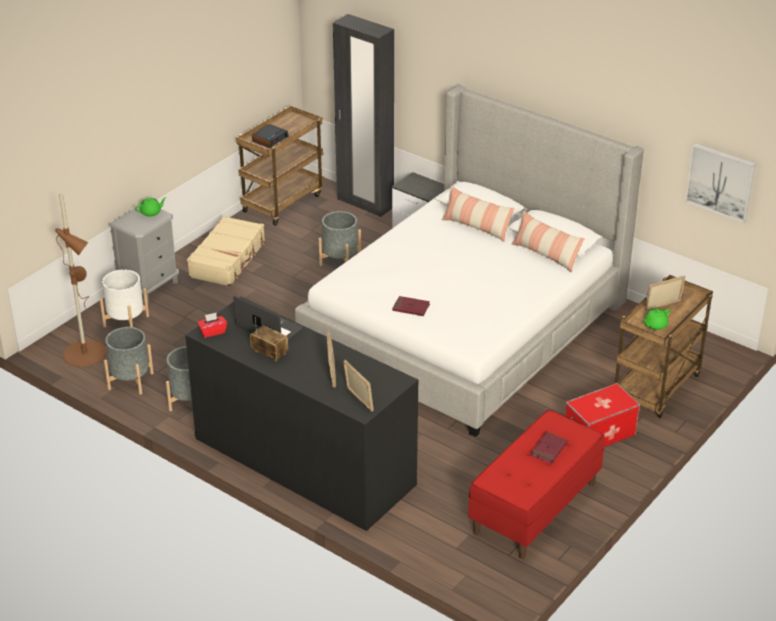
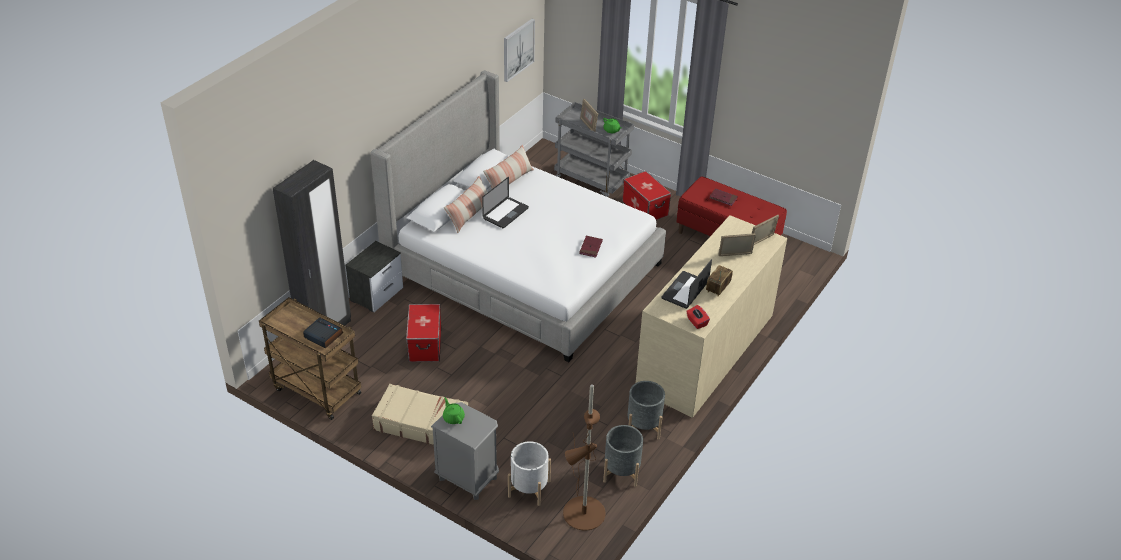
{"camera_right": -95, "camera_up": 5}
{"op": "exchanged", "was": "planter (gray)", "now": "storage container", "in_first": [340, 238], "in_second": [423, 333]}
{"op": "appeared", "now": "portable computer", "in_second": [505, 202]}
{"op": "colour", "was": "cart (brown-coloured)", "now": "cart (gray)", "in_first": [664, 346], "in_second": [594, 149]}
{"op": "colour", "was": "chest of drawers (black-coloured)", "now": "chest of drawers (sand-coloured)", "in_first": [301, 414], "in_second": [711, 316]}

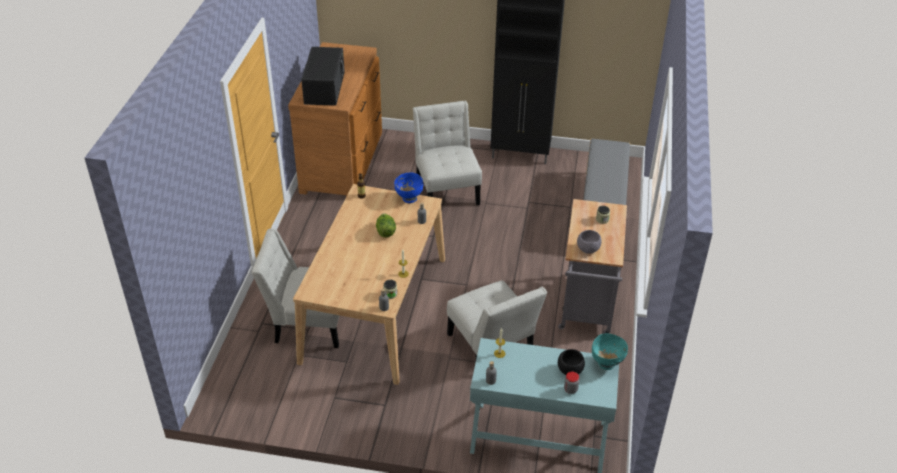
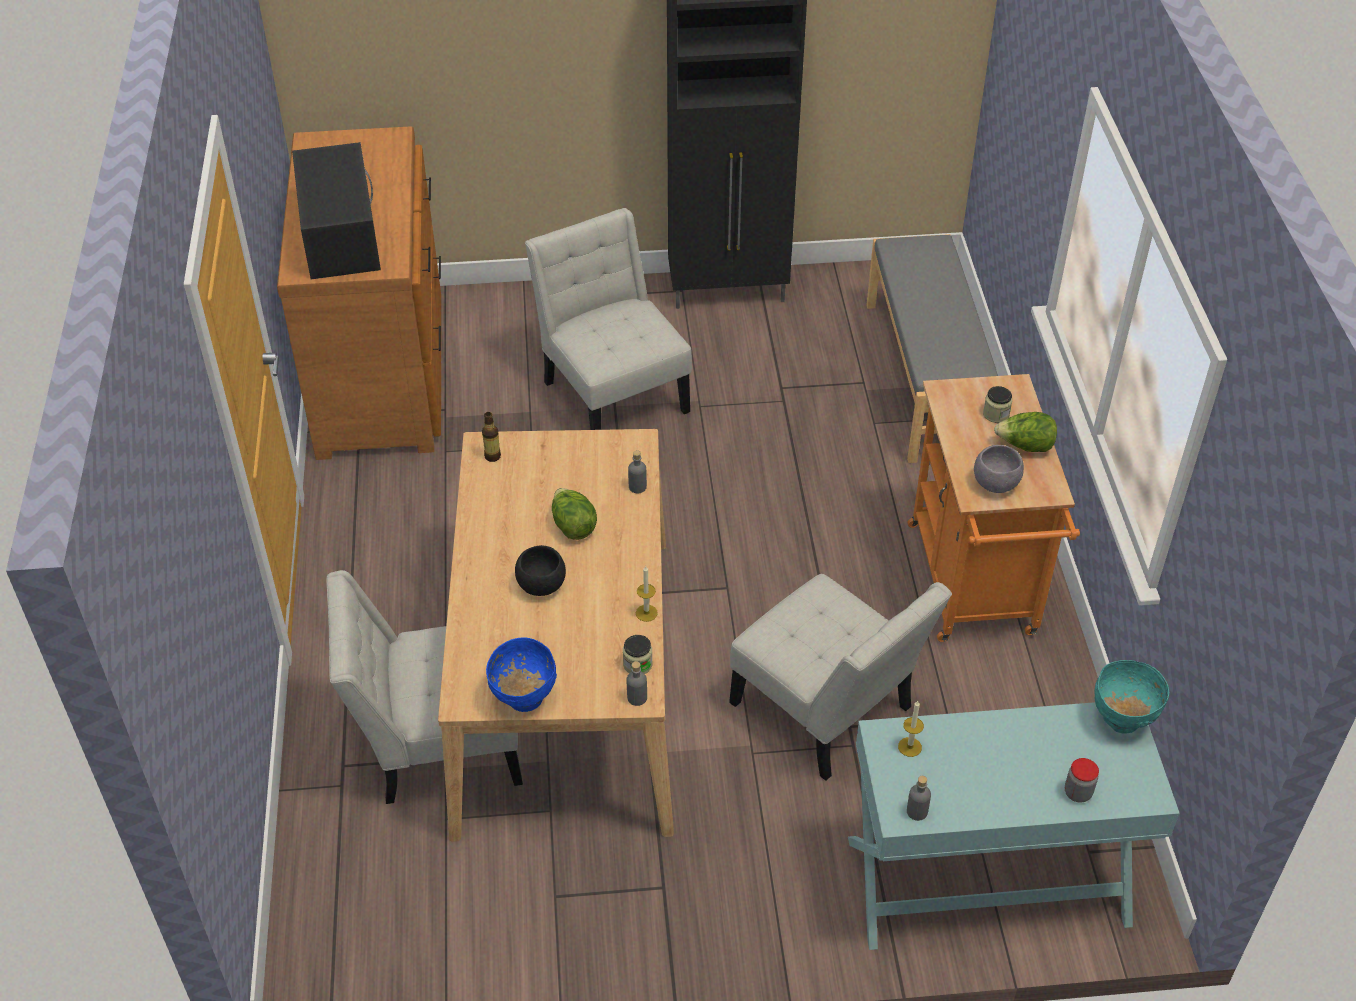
{"camera_right": -15, "camera_up": 5}
{"op": "relocated", "was": "bowl (blue)", "in_first": [408, 188], "in_second": [521, 675]}
{"op": "relocated", "was": "bowl (black-coloured)", "in_first": [571, 362], "in_second": [540, 570]}
{"op": "colour", "was": "cart (gray)", "now": "cart (orange)", "in_first": [592, 266], "in_second": [994, 508]}
{"op": "appeared", "now": "lettuce head", "in_second": [1025, 432]}

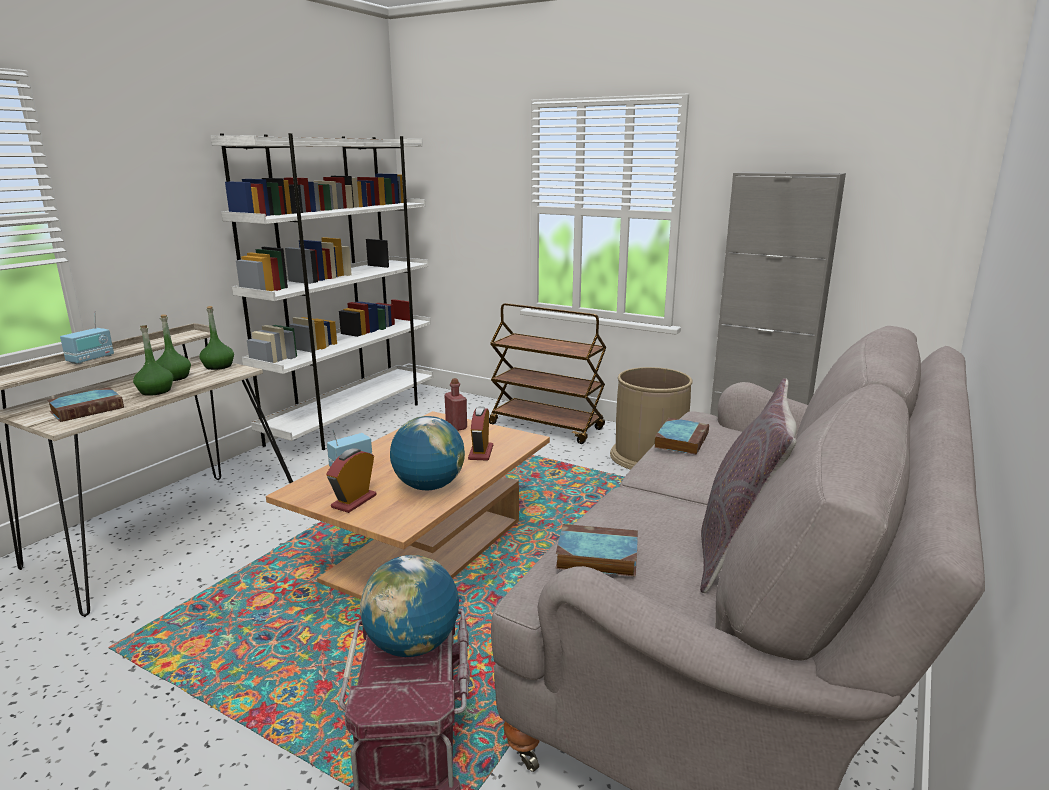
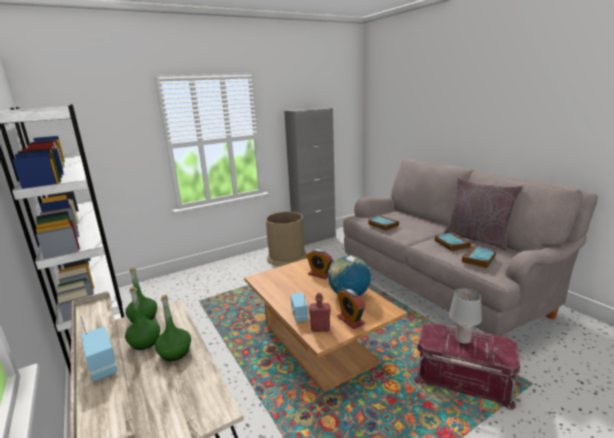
{"camera_right": -60, "camera_up": 0}
{"op": "relocated", "was": "beverage bottle (red-coloured)", "in_first": [456, 404], "in_second": [320, 312]}
{"op": "relocated", "was": "book", "in_first": [85, 404], "in_second": [453, 241]}
{"op": "exchanged", "was": "world globe", "now": "table lamp (gray)", "in_first": [409, 606], "in_second": [465, 316]}
{"op": "missing", "was": "cart (brown-coloured)", "in_first": [547, 373]}

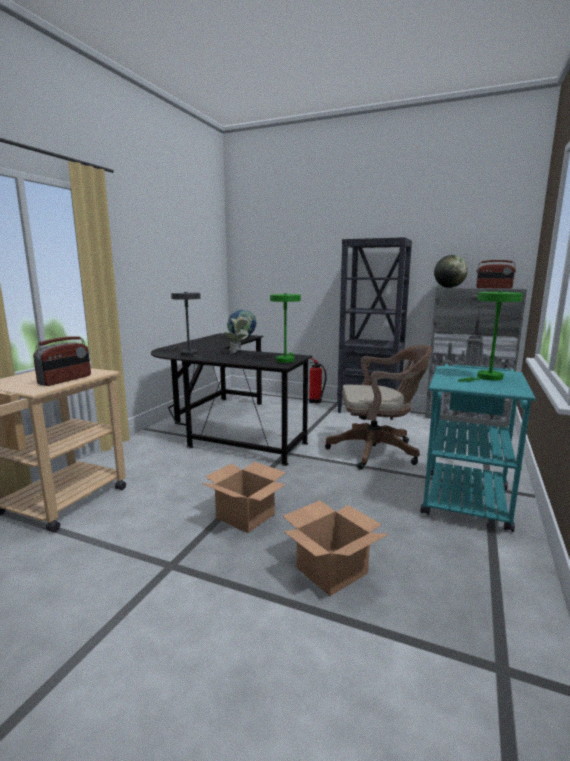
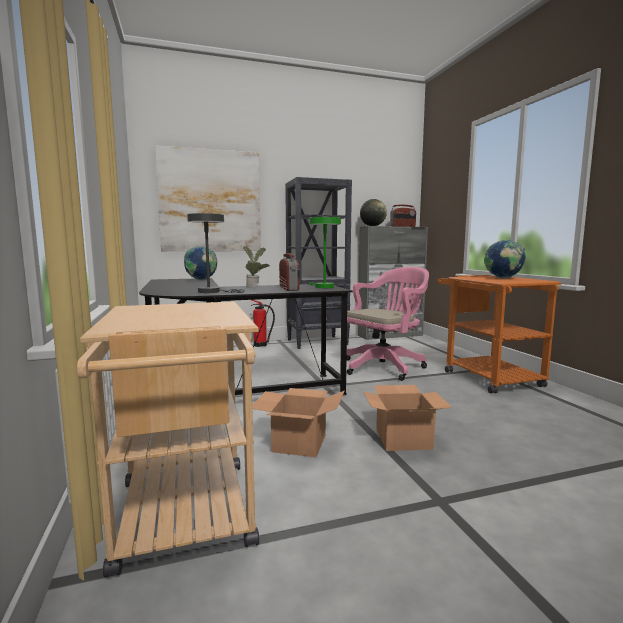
{"camera_right": -40, "camera_up": -5}
{"op": "appeared", "now": "wall picture", "in_second": [208, 198]}
{"op": "relocated", "was": "cardboard box", "in_first": [335, 548], "in_second": [298, 422]}
{"op": "relocated", "was": "radio", "in_first": [62, 361], "in_second": [289, 272]}
{"op": "colour", "was": "computer chair (brown-coloured)", "now": "computer chair (pinkish)", "in_first": [378, 407], "in_second": [387, 324]}
{"op": "colour", "was": "cart (blue-green)", "now": "cart (orange)", "in_first": [478, 448], "in_second": [499, 334]}
{"op": "exchanged", "was": "table lamp (greenish)", "now": "world globe", "in_first": [490, 336], "in_second": [505, 259]}

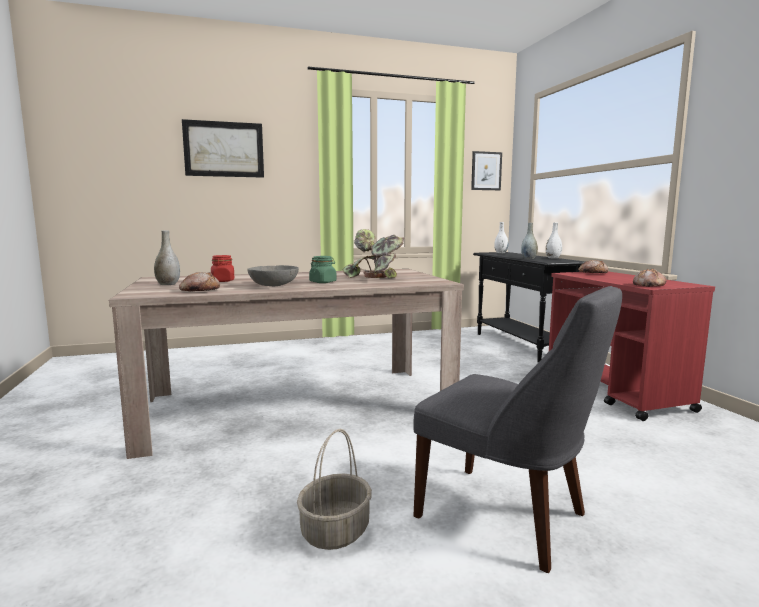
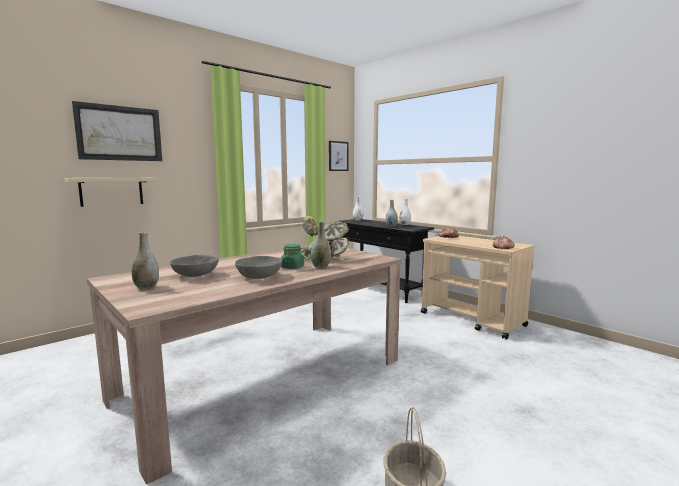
{"camera_right": -25, "camera_up": 0}
{"op": "appeared", "now": "shelf (sand-coloured)", "in_second": [111, 192]}
{"op": "exchanged", "was": "preserve jar (red-coloured)", "now": "bowl (gray)", "in_first": [222, 268], "in_second": [194, 266]}
{"op": "appeared", "now": "flower vase (gray)", "in_second": [321, 244]}
{"op": "colour", "was": "cart (red-coloured)", "now": "cart (sand-coloured)", "in_first": [632, 346], "in_second": [478, 288]}
{"op": "missing", "was": "baked bread", "in_first": [199, 282]}
{"op": "missing", "was": "upright chair (gray)", "in_first": [517, 429]}

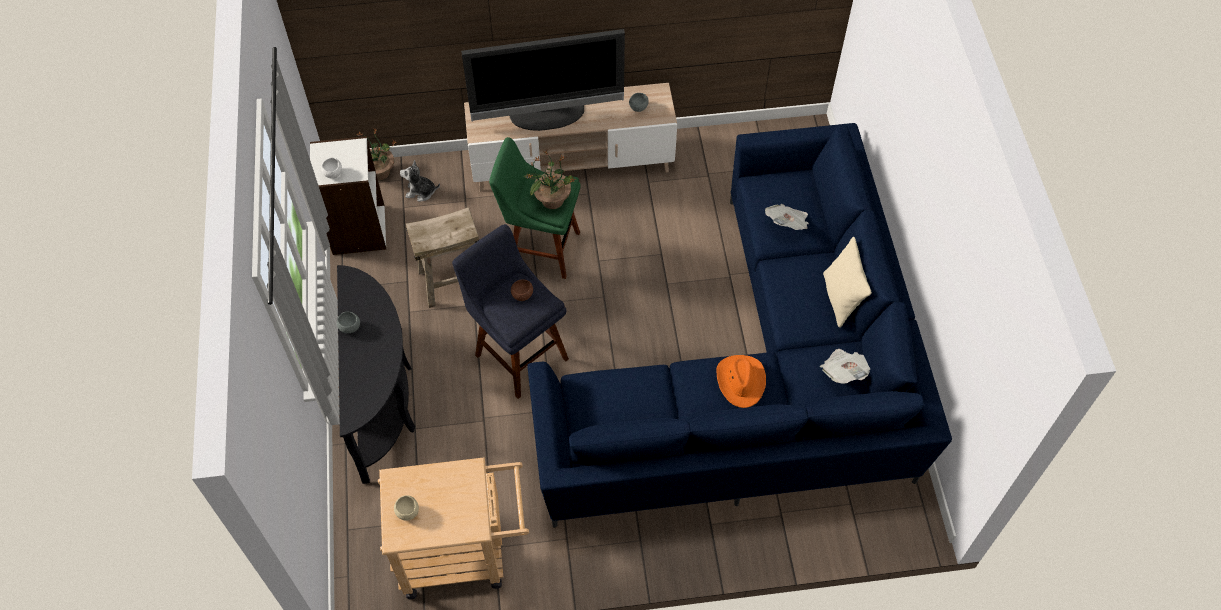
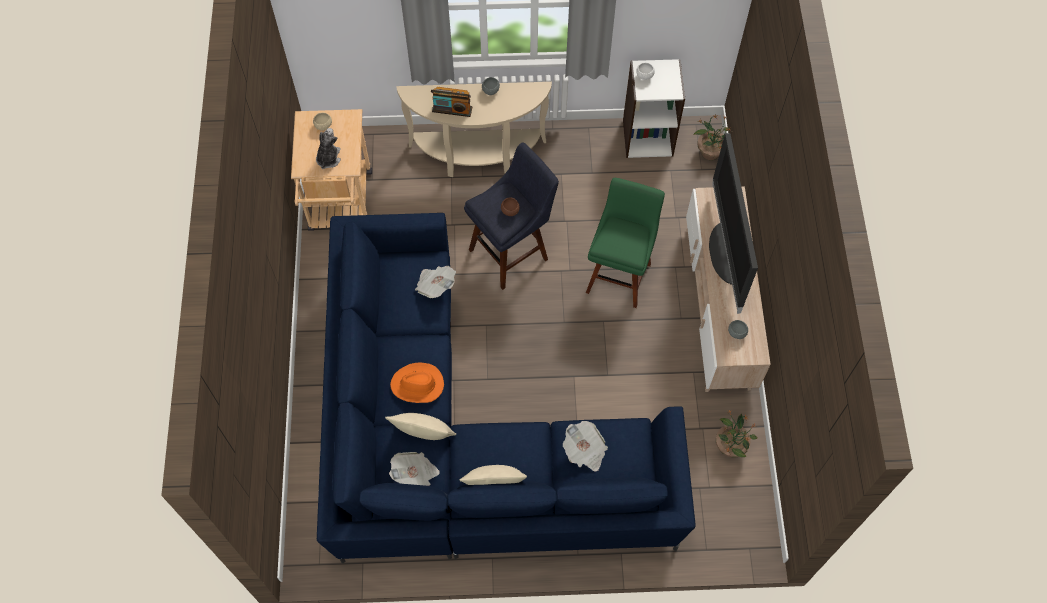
{"camera_right": 95, "camera_up": 5}
{"op": "relocated", "was": "cuddly toy", "in_first": [420, 181], "in_second": [328, 148]}
{"op": "appeared", "now": "pillow (sand-coloured)", "in_second": [420, 426]}
{"op": "colour", "was": "narrow table (black-coloured)", "now": "narrow table (sand-coloured)", "in_first": [376, 374], "in_second": [474, 129]}
{"op": "appeared", "now": "daily paper", "in_second": [435, 282]}
{"op": "appeared", "now": "radio", "in_second": [451, 102]}
{"op": "relocated", "was": "plant in a pot", "in_first": [549, 179], "in_second": [737, 433]}
{"op": "missing", "was": "sitting stool (sand-coloured)", "in_first": [443, 257]}

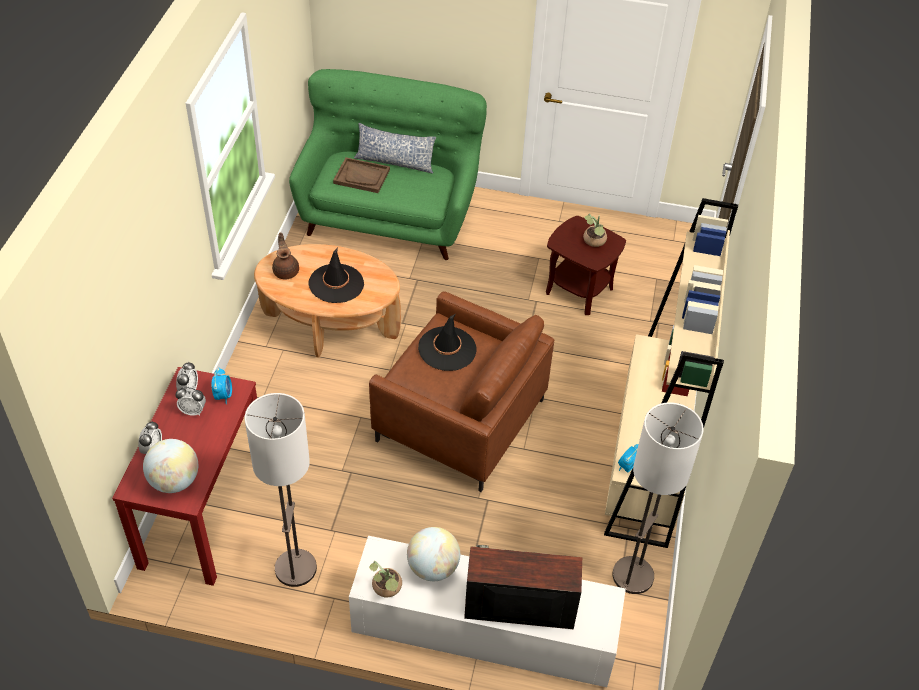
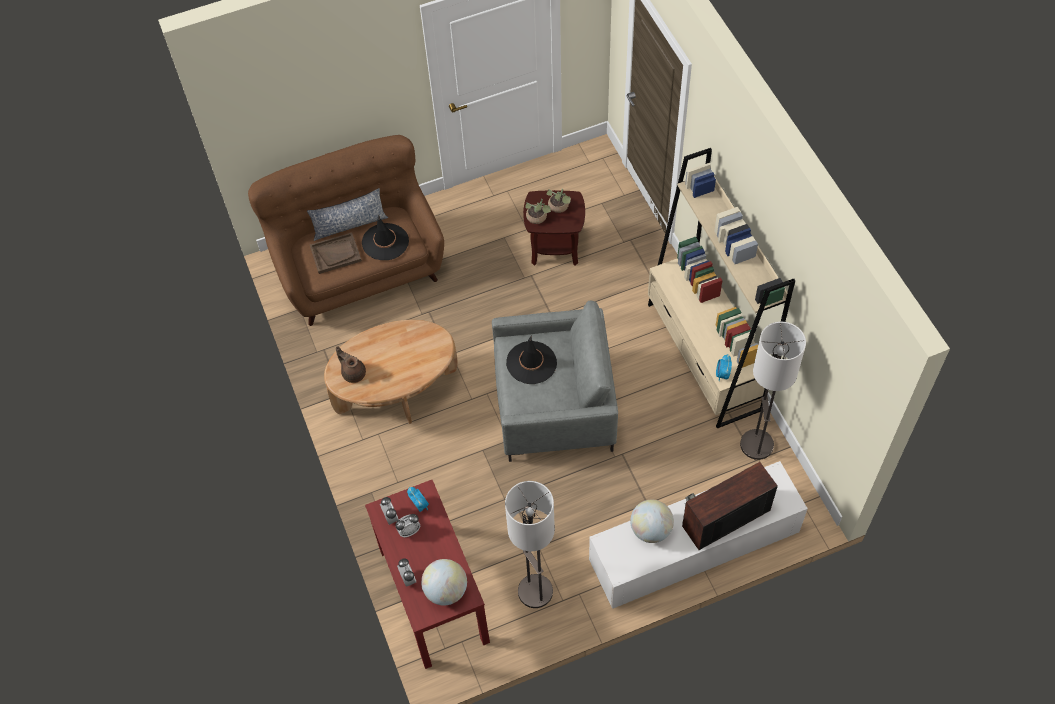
{"camera_right": -30, "camera_up": 10}
{"op": "colour", "was": "sofa (greenish)", "now": "sofa (brown-coloured)", "in_first": [388, 164], "in_second": [346, 230]}
{"op": "relocated", "was": "wearable hat (black-coloured)", "in_first": [336, 275], "in_second": [385, 237]}
{"op": "colour", "was": "armchair (brown-coloured)", "now": "armchair (gray)", "in_first": [461, 391], "in_second": [555, 381]}
{"op": "relocated", "was": "plant in a pot", "in_first": [385, 579], "in_second": [538, 211]}

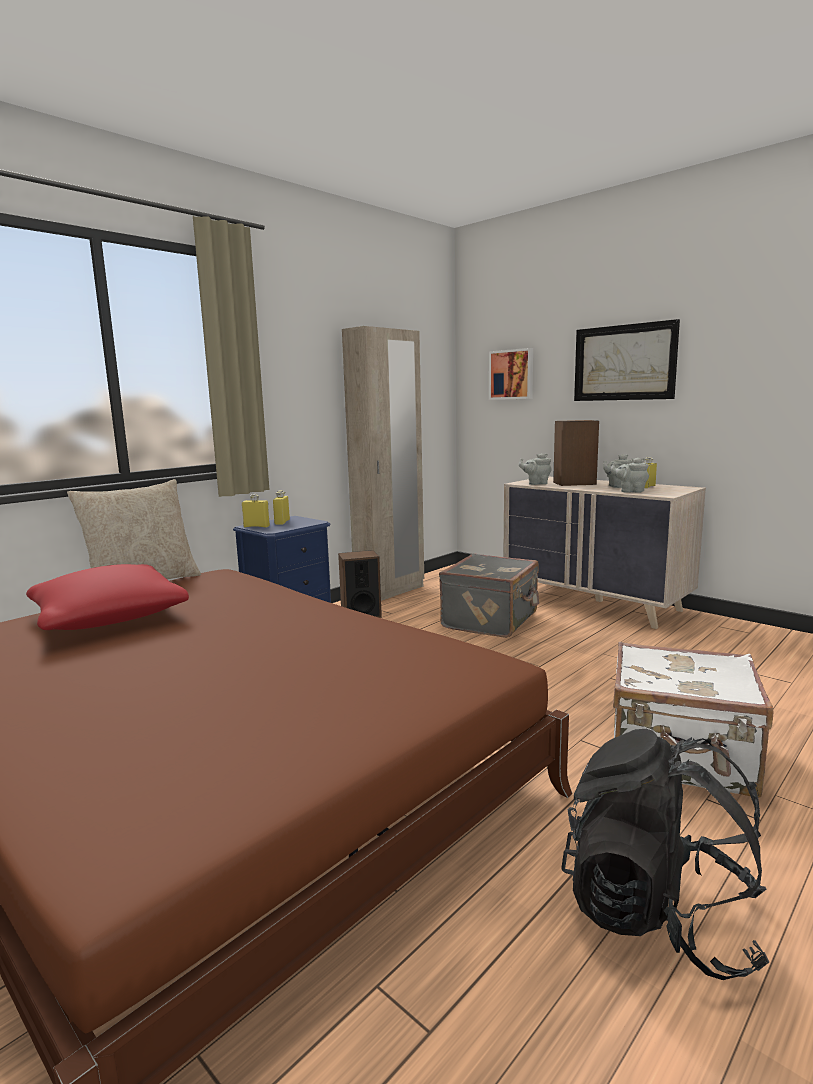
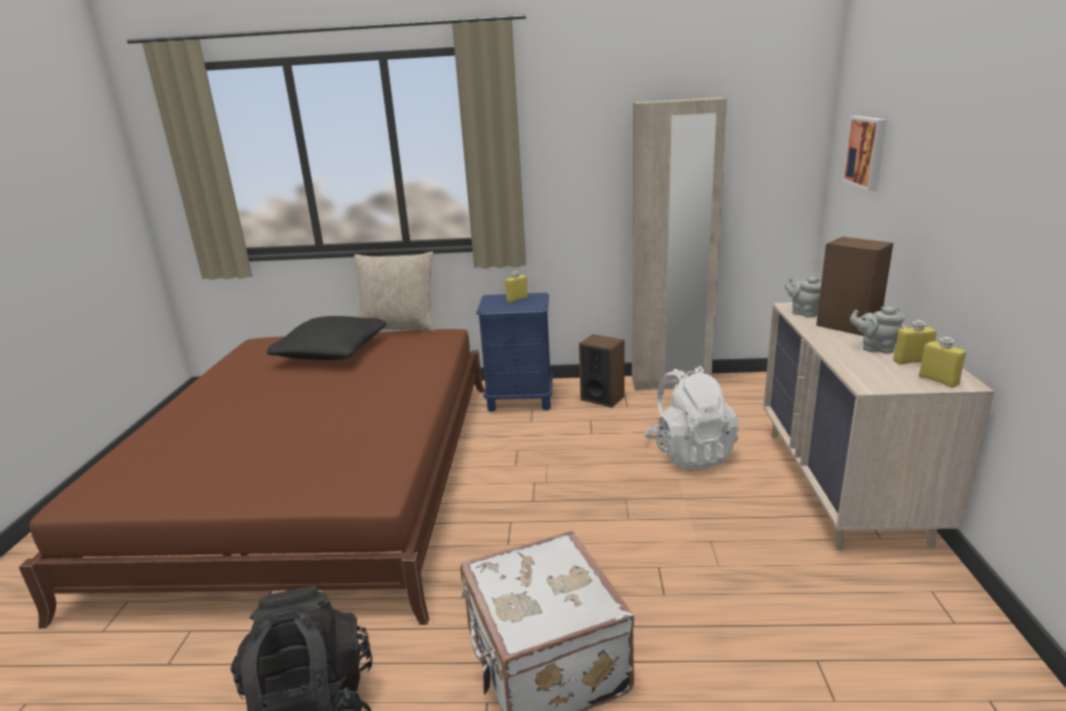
{"camera_right": 50, "camera_up": 10}
{"op": "colour", "was": "pillow (red-coloured)", "now": "pillow (black-coloured)", "in_first": [107, 597], "in_second": [326, 338]}
{"op": "exchanged", "was": "suitcase (gray)", "now": "rucksack (white-coloured)", "in_first": [489, 595], "in_second": [691, 418]}
{"op": "relocated", "was": "beverage bottle (yellow-coloured)", "in_first": [256, 511], "in_second": [942, 362]}
{"op": "missing", "was": "wall picture", "in_first": [627, 360]}
{"op": "missing", "was": "tea pot (gray)", "in_first": [630, 475]}

